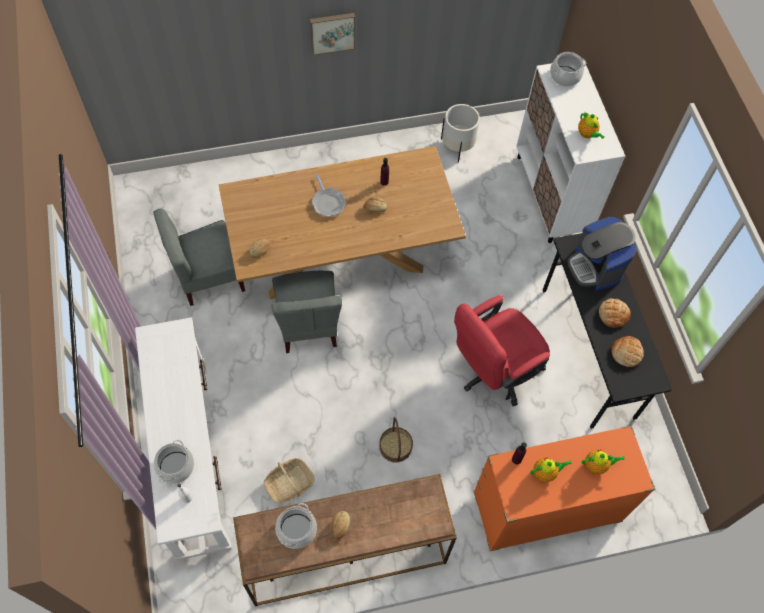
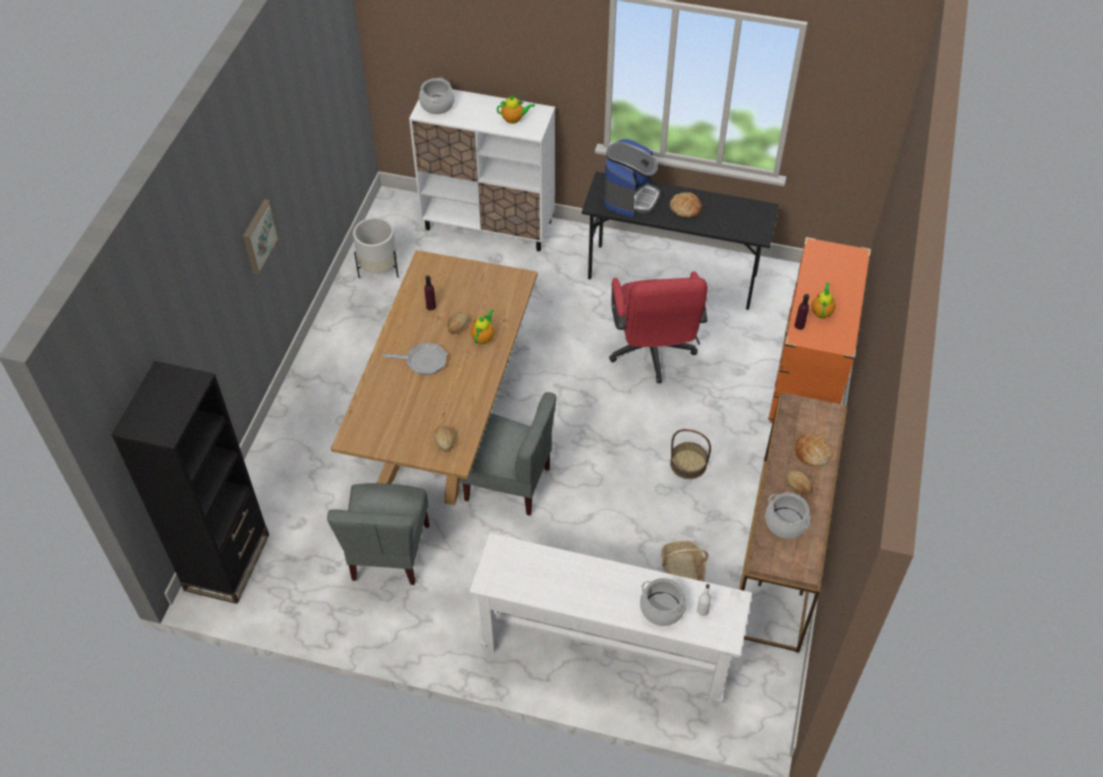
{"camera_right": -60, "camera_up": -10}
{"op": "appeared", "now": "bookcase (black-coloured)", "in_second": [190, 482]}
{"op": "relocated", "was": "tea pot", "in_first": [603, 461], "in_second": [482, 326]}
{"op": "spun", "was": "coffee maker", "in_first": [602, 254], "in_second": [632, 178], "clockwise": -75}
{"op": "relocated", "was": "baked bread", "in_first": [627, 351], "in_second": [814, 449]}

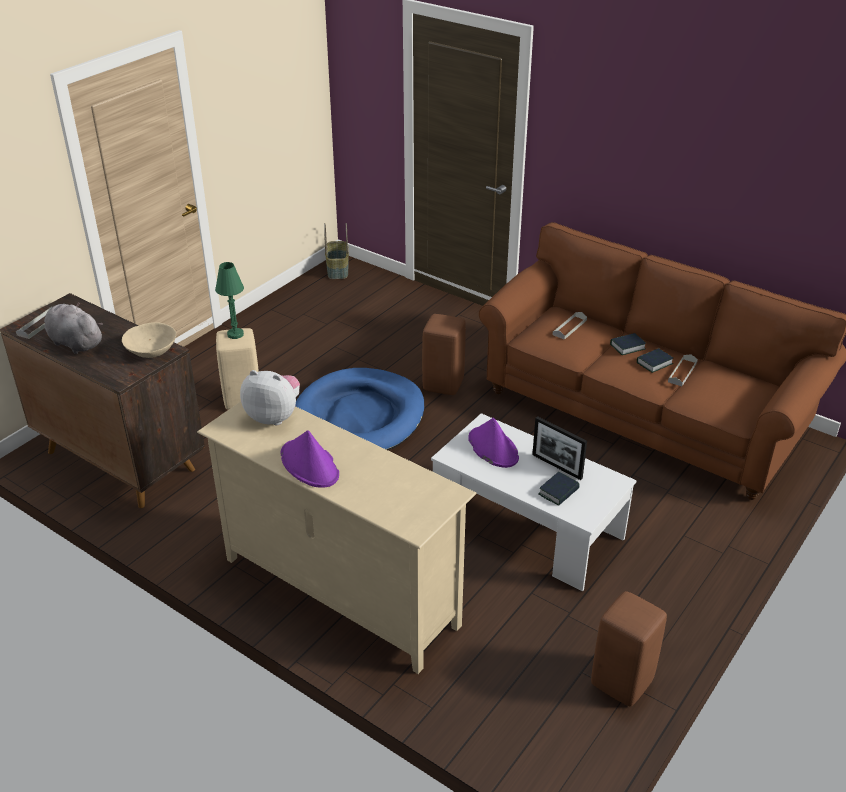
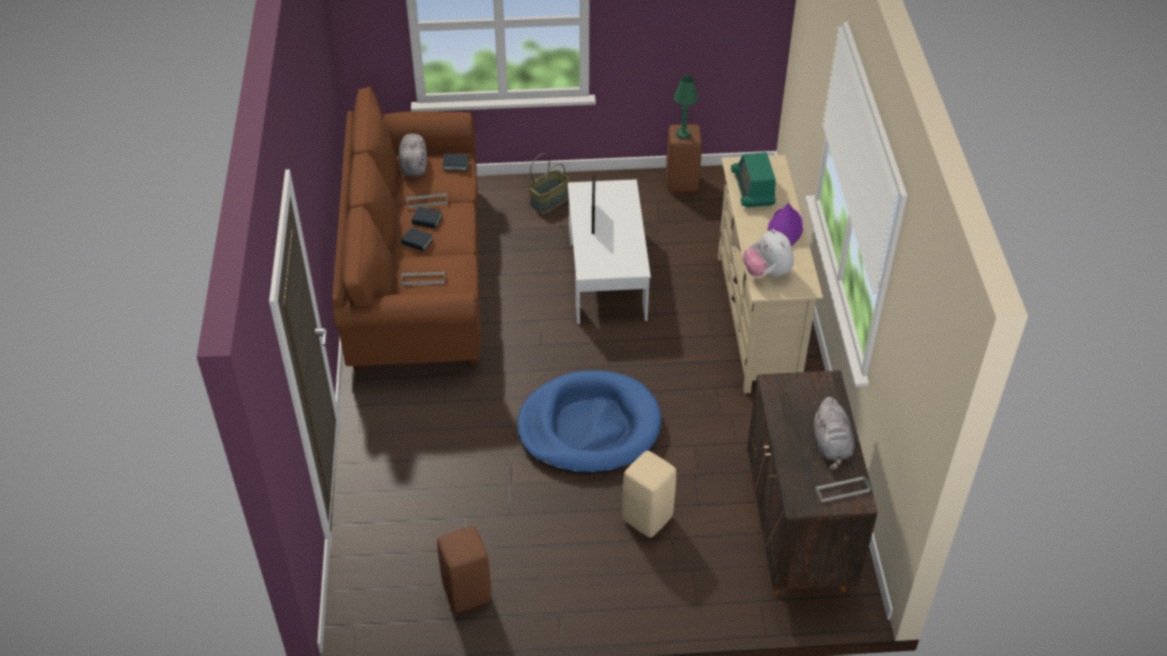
{"camera_right": -130, "camera_up": 10}
{"op": "appeared", "now": "cuddly toy (gray)", "in_second": [413, 155]}
{"op": "relocated", "was": "sitting stool (brown-coloured)", "in_first": [444, 354], "in_second": [464, 569]}
{"op": "relocated", "was": "book", "in_first": [559, 489], "in_second": [456, 162]}
{"op": "relocated", "was": "storage basket", "in_first": [336, 251], "in_second": [549, 183]}
{"op": "relocated", "was": "table lamp (greenish)", "in_first": [229, 300], "in_second": [686, 107]}
{"op": "appeared", "now": "radio", "in_second": [753, 179]}
{"op": "missing", "was": "bowl (sand-coloured)", "in_first": [149, 340]}
{"op": "missing", "was": "wearable hat (purple-coloured)", "in_first": [493, 443]}

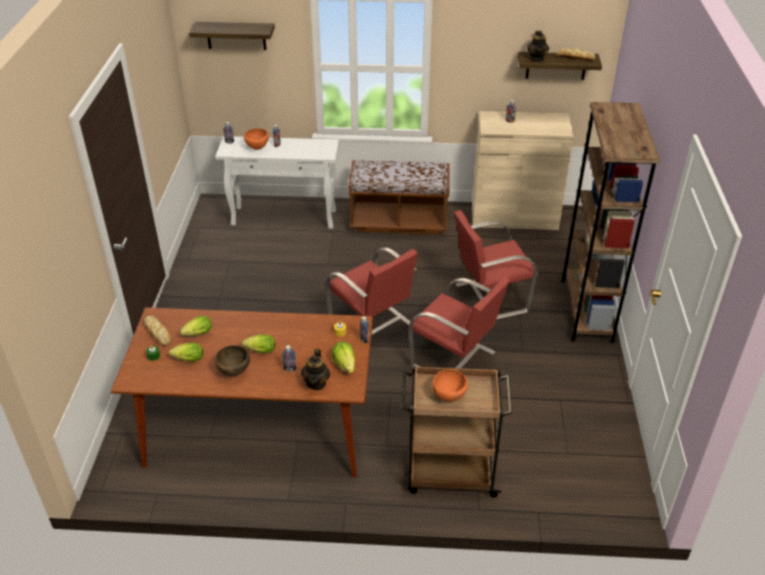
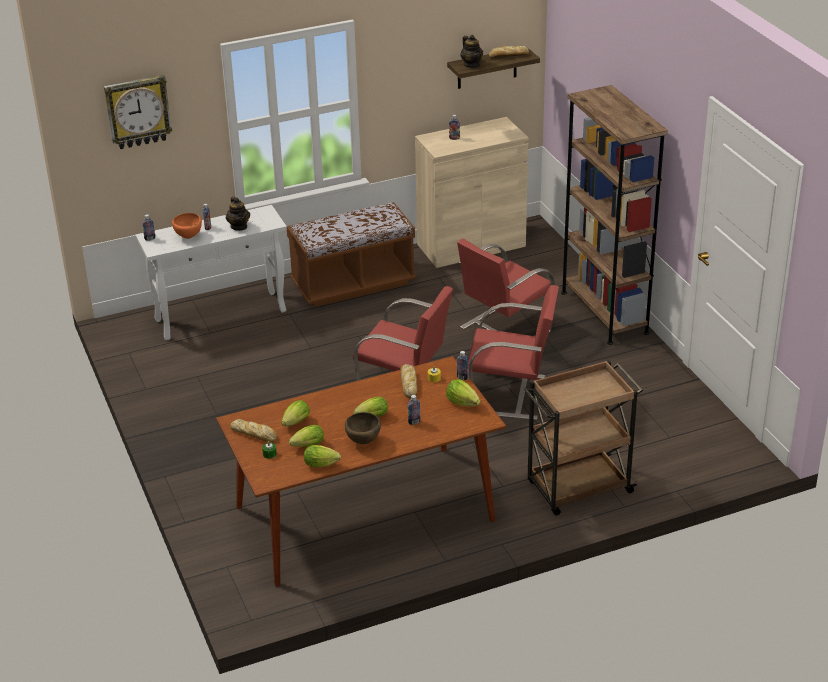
{"camera_right": -25, "camera_up": -5}
{"op": "exchanged", "was": "shelf", "now": "clock on the wall", "in_first": [232, 36], "in_second": [138, 112]}
{"op": "relocated", "was": "tea pot", "in_first": [315, 369], "in_second": [238, 214]}
{"op": "appeared", "now": "lettuce head", "in_second": [322, 456]}
{"op": "appeared", "now": "baked bread", "in_second": [408, 381]}
{"op": "missing", "was": "bowl (orange)", "in_first": [450, 385]}

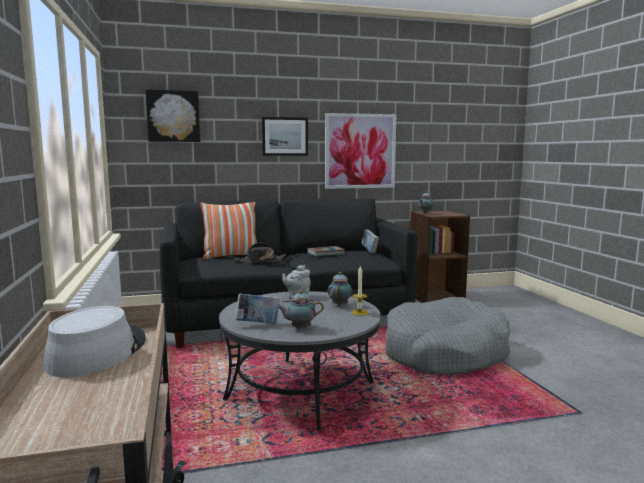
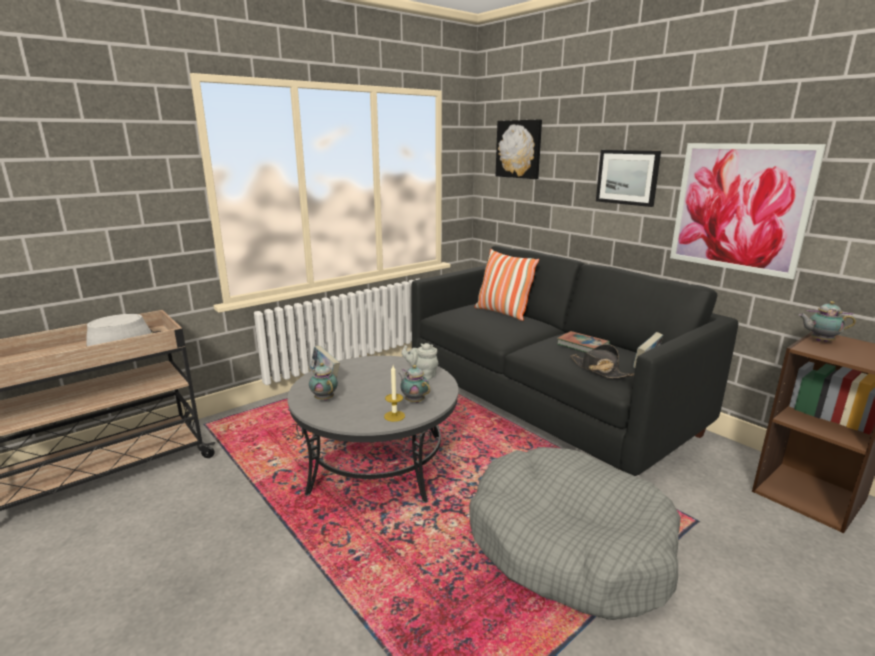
{"camera_right": 65, "camera_up": 10}
{"op": "spun", "was": "tea pot", "in_first": [340, 289], "in_second": [414, 384], "clockwise": -120}
{"op": "relocated", "was": "wearable hat (black-coloured)", "in_first": [261, 253], "in_second": [602, 361]}

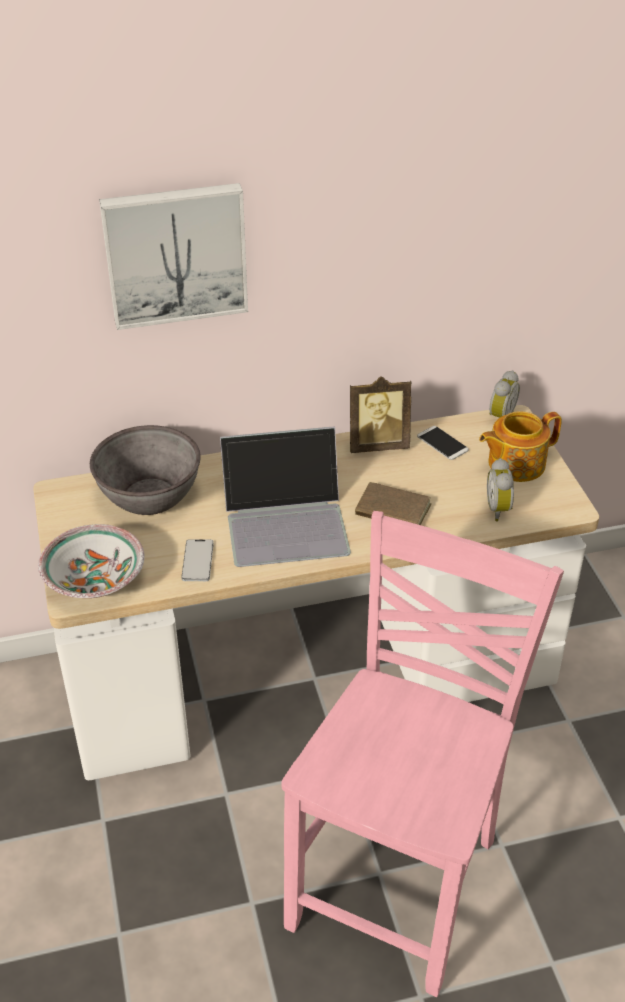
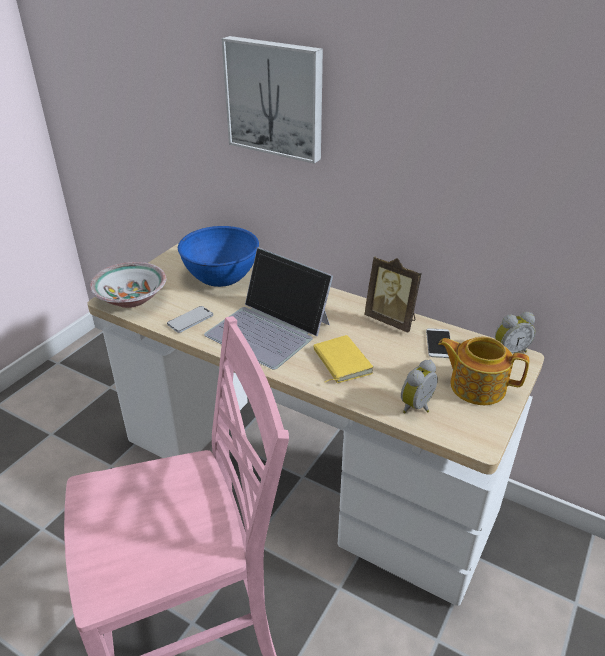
{"camera_right": 45, "camera_up": -5}
{"op": "colour", "was": "bowl (gray)", "now": "bowl (blue)", "in_first": [145, 470], "in_second": [218, 256]}
{"op": "colour", "was": "book (brown-coloured)", "now": "book (yellow-coloured)", "in_first": [393, 503], "in_second": [343, 359]}

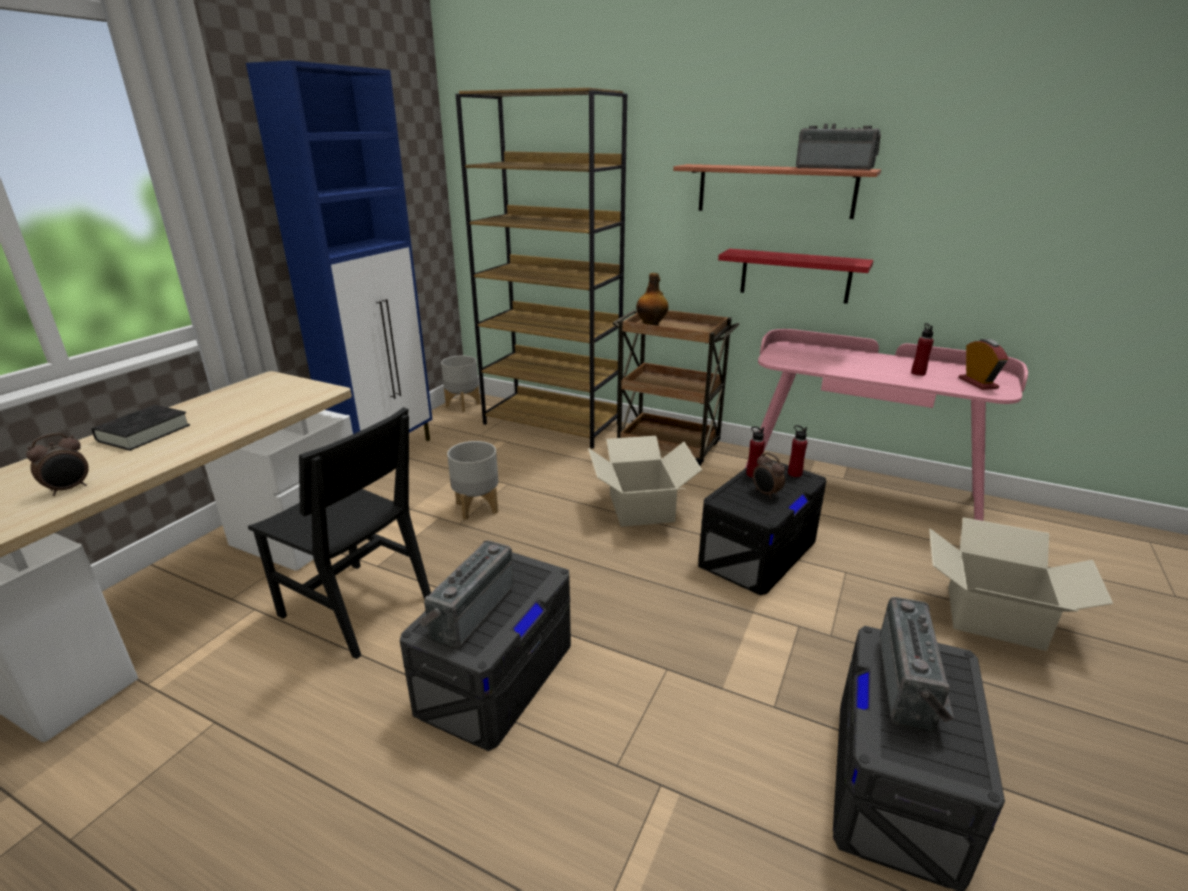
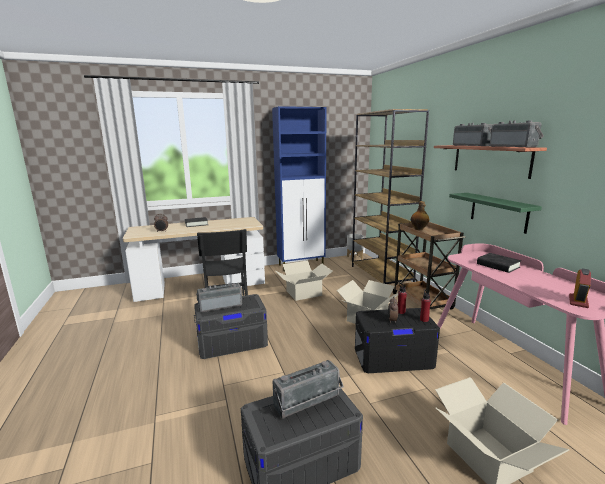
{"camera_right": 45, "camera_up": -10}
{"op": "exchanged", "was": "planter (gray)", "now": "cardboard box", "in_first": [472, 480], "in_second": [304, 280]}
{"op": "colour", "was": "shelf (red-coloured)", "now": "shelf (greenish)", "in_first": [795, 276], "in_second": [495, 213]}
{"op": "appeared", "now": "radio", "in_second": [473, 134]}
{"op": "appeared", "now": "book (black-coloured)", "in_second": [499, 263]}
{"op": "missing", "was": "beverage bottle (red-coloured)", "in_first": [922, 349]}

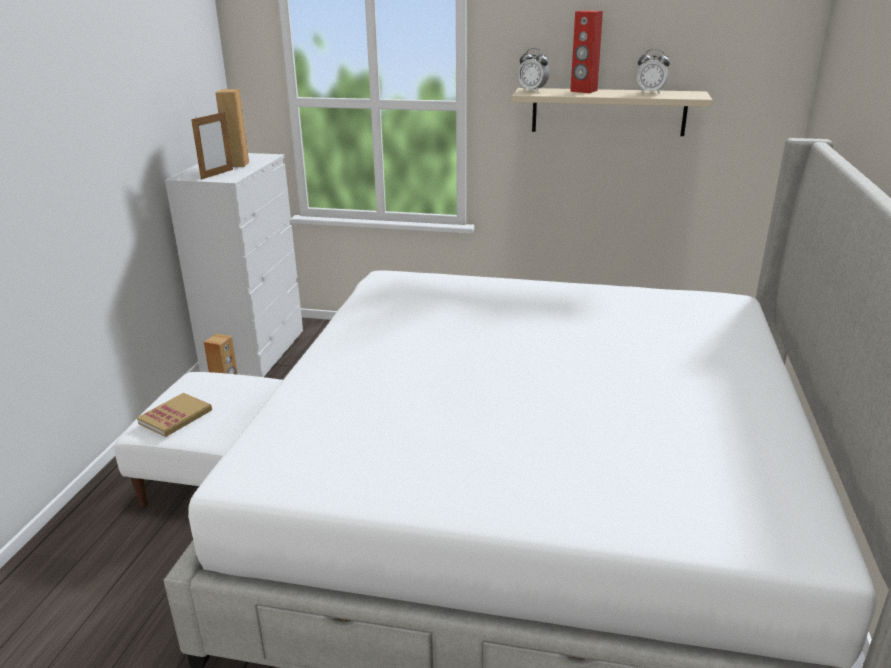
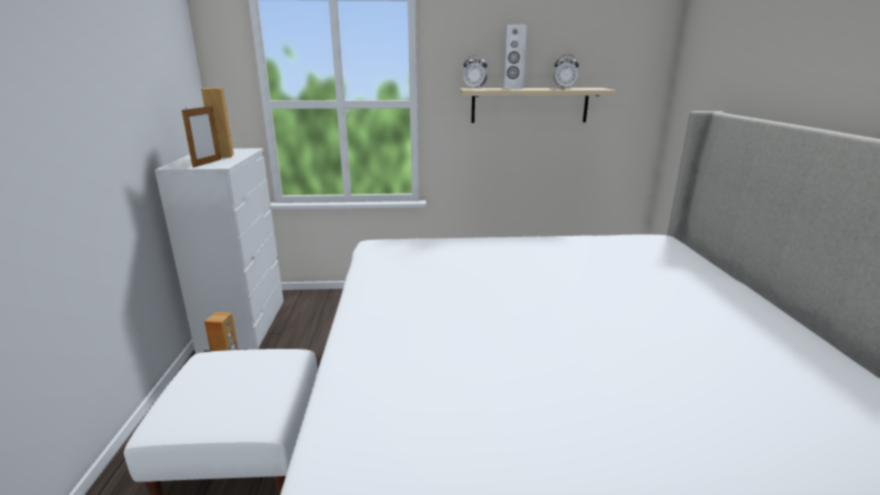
{"camera_right": -15, "camera_up": -5}
{"op": "colour", "was": "audio speaker (red-coloured)", "now": "audio speaker (white-coloured)", "in_first": [586, 51], "in_second": [515, 56]}
{"op": "missing", "was": "book", "in_first": [174, 415]}

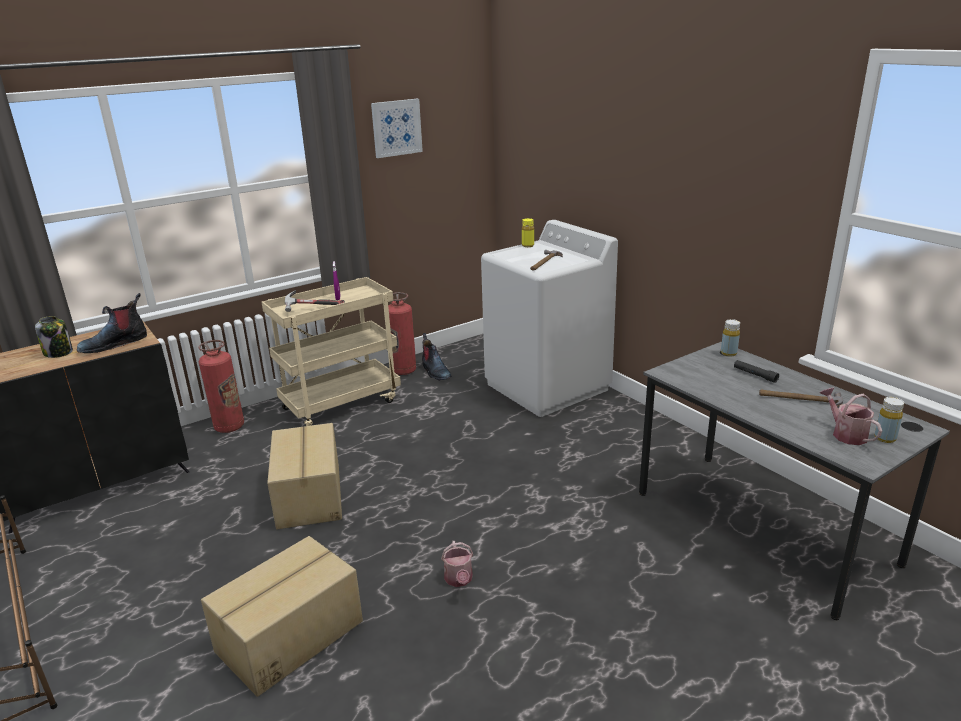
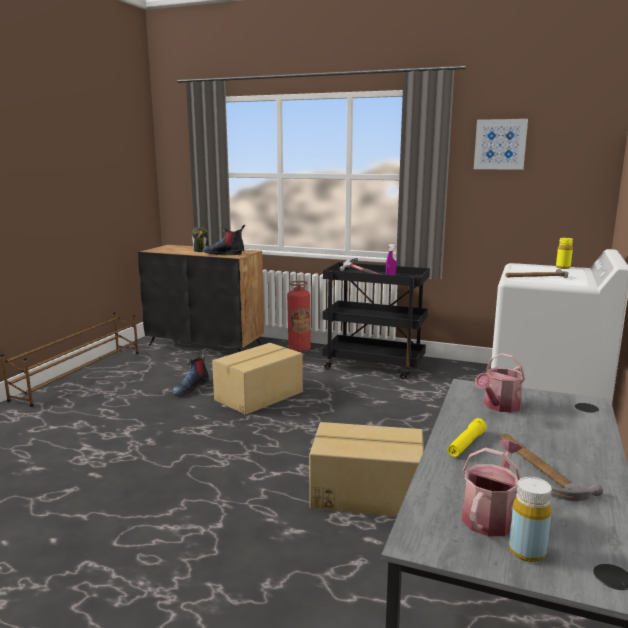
{"camera_right": 55, "camera_up": -10}
{"op": "relocated", "was": "tall boot", "in_first": [436, 357], "in_second": [190, 371]}
{"op": "relocated", "was": "cardboard box", "in_first": [282, 616], "in_second": [366, 469]}
{"op": "colour", "was": "cart (sand-coloured)", "now": "cart (black-coloured)", "in_first": [331, 352], "in_second": [376, 321]}
{"op": "appeared", "now": "hand torch (yellow-coloured)", "in_second": [467, 437]}
{"op": "relocated", "was": "watering pot", "in_first": [457, 564], "in_second": [500, 382]}
{"op": "missing", "was": "fire-fighting cylinder", "in_first": [402, 333]}
{"op": "missing", "was": "beverage bottle (yellow-coloured)", "in_first": [730, 337]}
{"op": "missing", "was": "hand torch (black-coloured)", "in_first": [756, 371]}

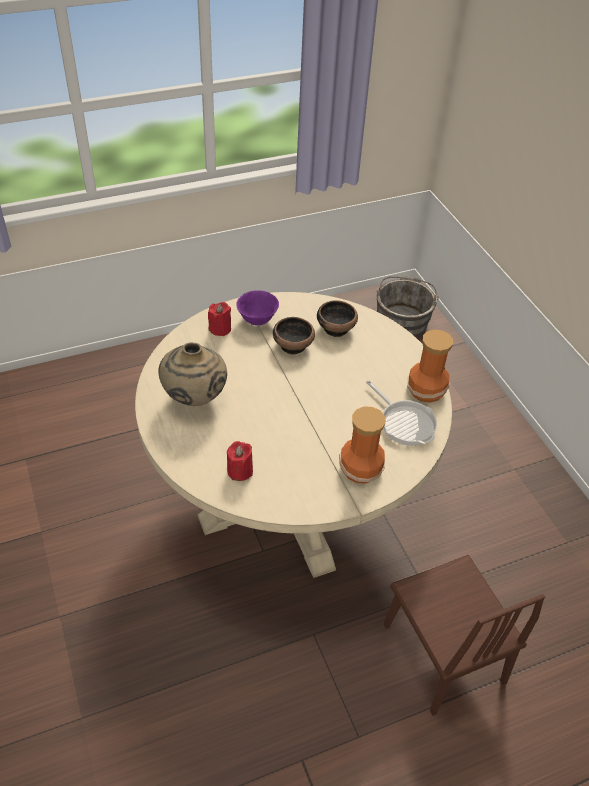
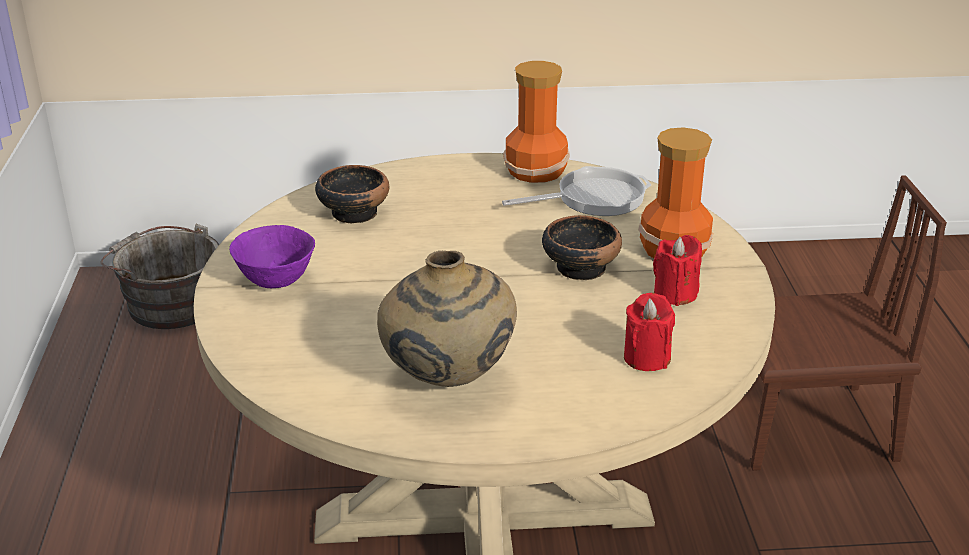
{"camera_right": -70, "camera_up": -15}
{"op": "relocated", "was": "bowl", "in_first": [294, 336], "in_second": [582, 247]}
{"op": "relocated", "was": "wax candle (red-coloured)", "in_first": [219, 319], "in_second": [677, 270]}

